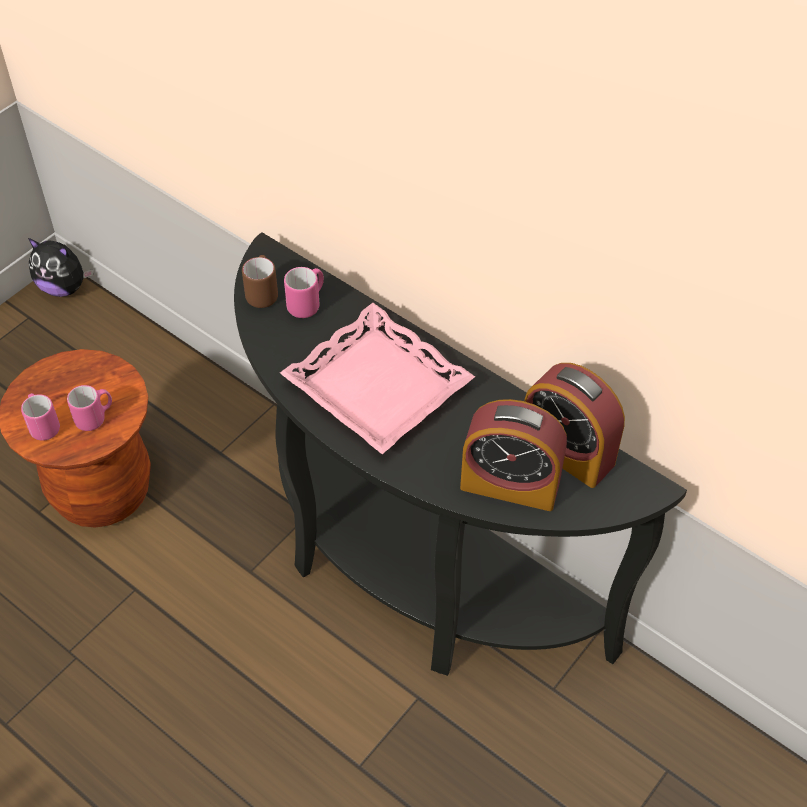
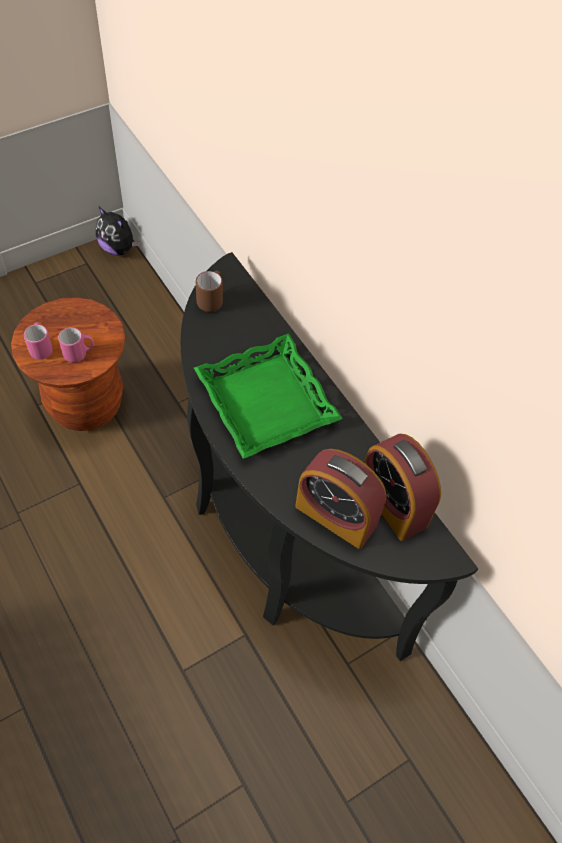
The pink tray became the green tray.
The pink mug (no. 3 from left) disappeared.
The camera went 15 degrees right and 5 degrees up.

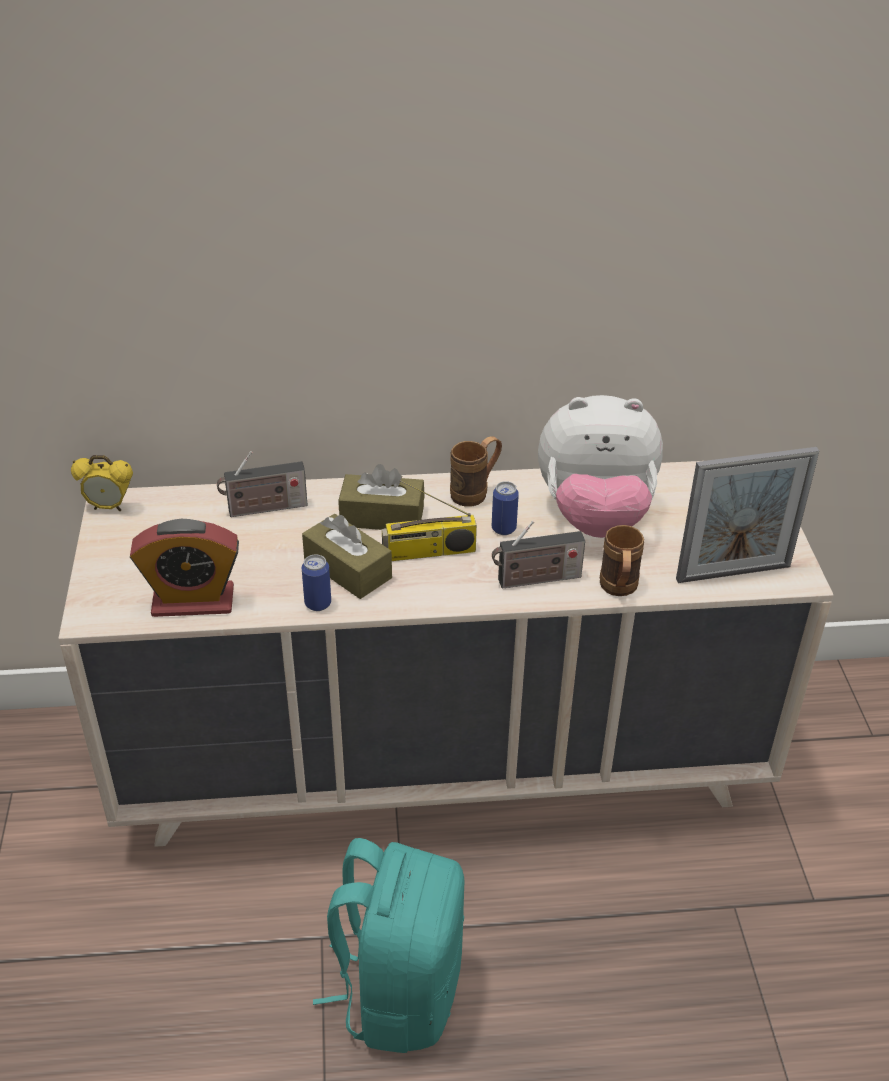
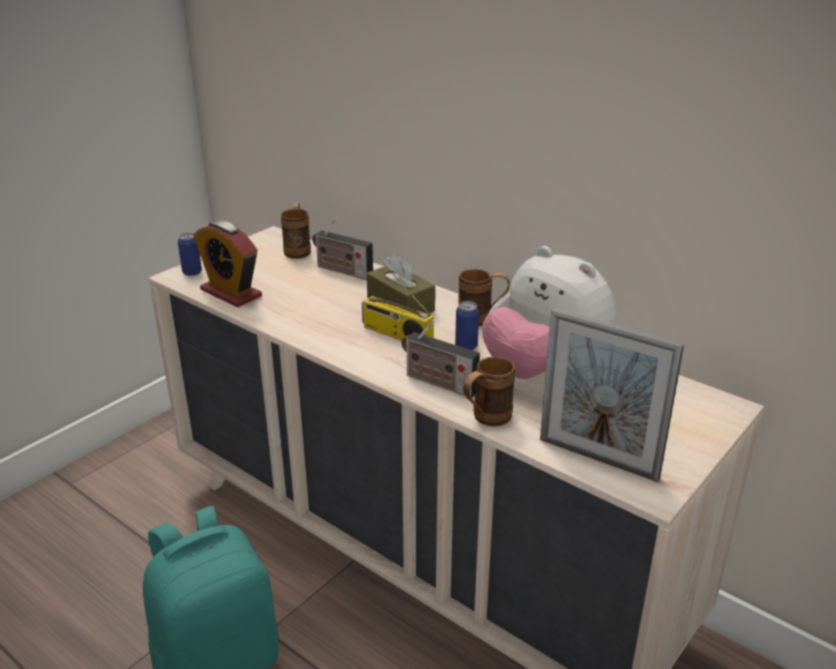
The alarm clock (no. 1 from left) disappeared.
The brown tissue box (no. 1 from left) disappeared.
The can (no. 1 from left) moved.
The brown mug (no. 1 from left) appeared.
The camera went 45 degrees right and 10 degrees down.

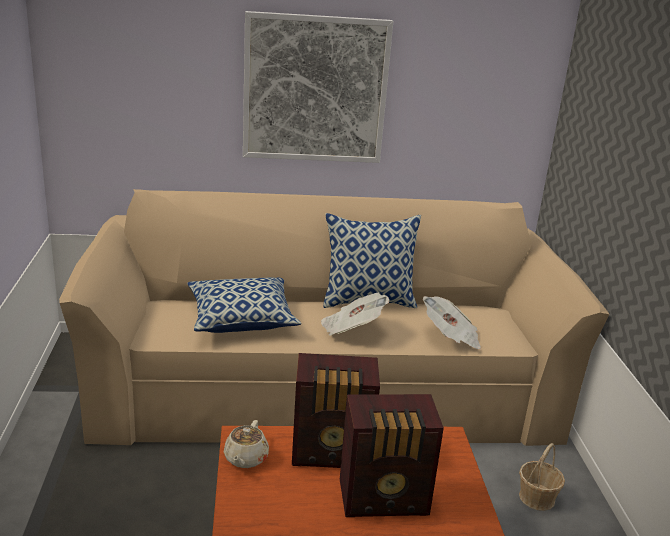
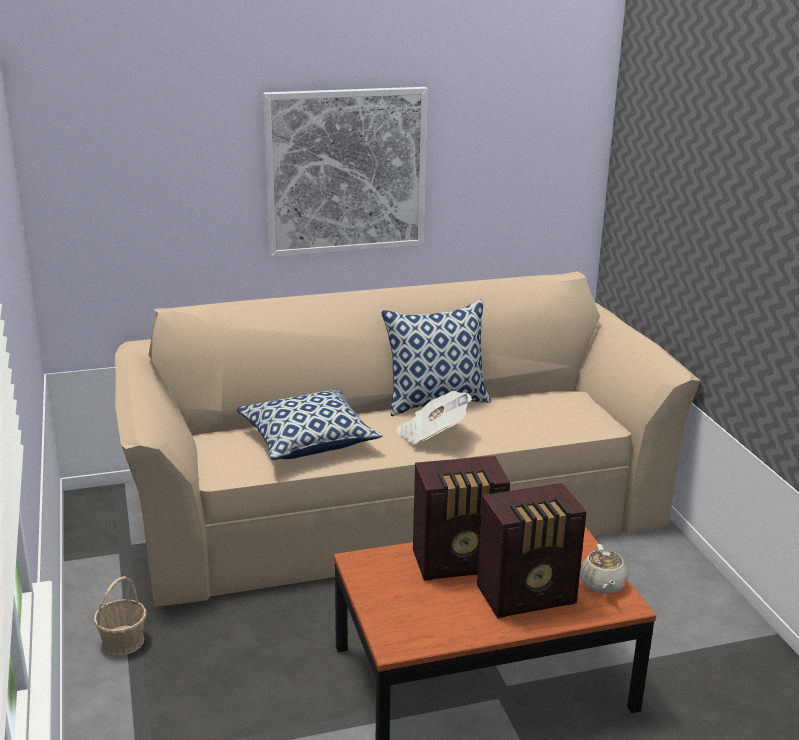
The beige teapot moved.
The newspaper (no. 2 from left) disappeared.
The basket moved.
The camera went 10 degrees left and 0 degrees up.

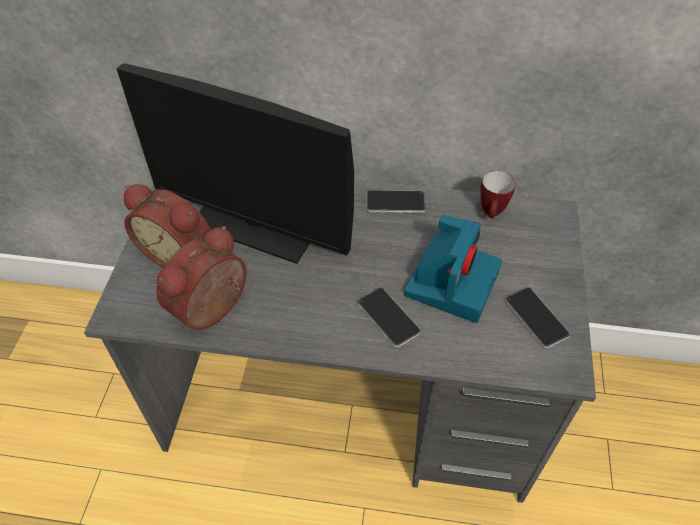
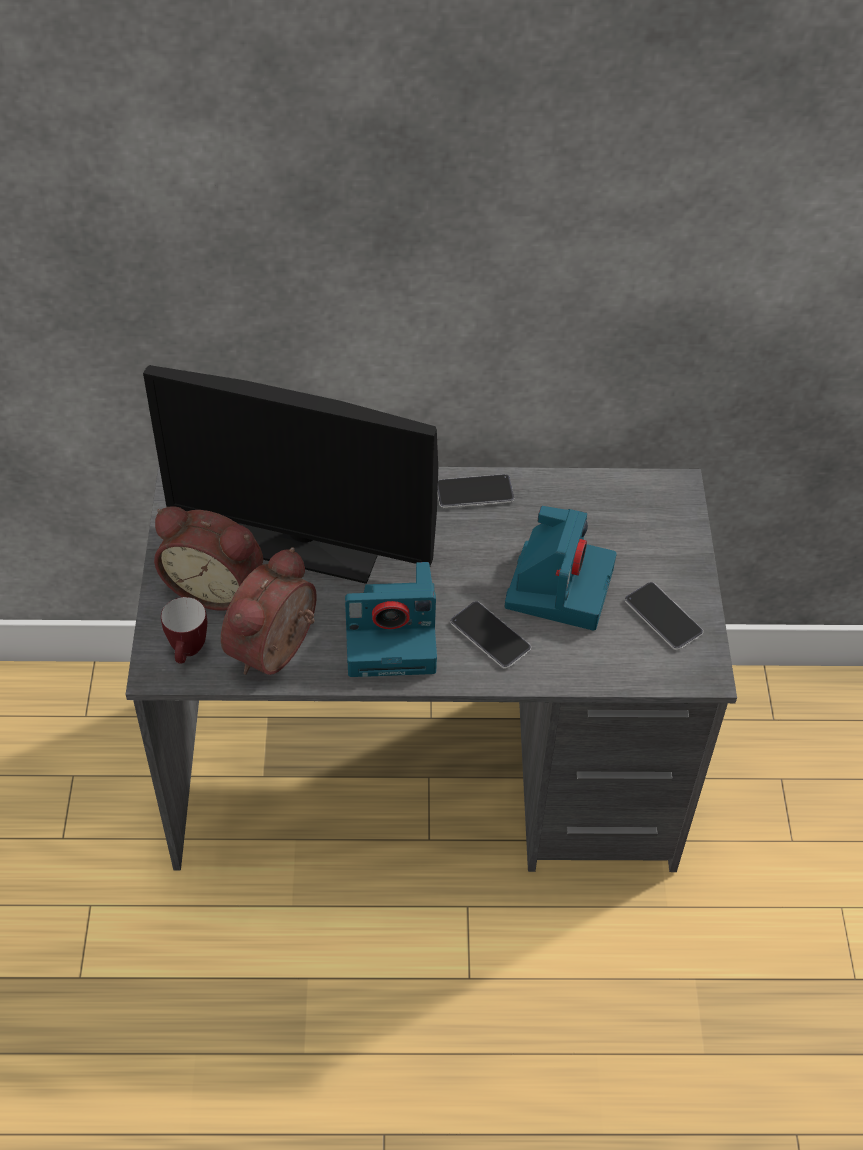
The mug moved.
The photo camera (no. 1 from left) appeared.
The camera went 10 degrees left and 0 degrees up.

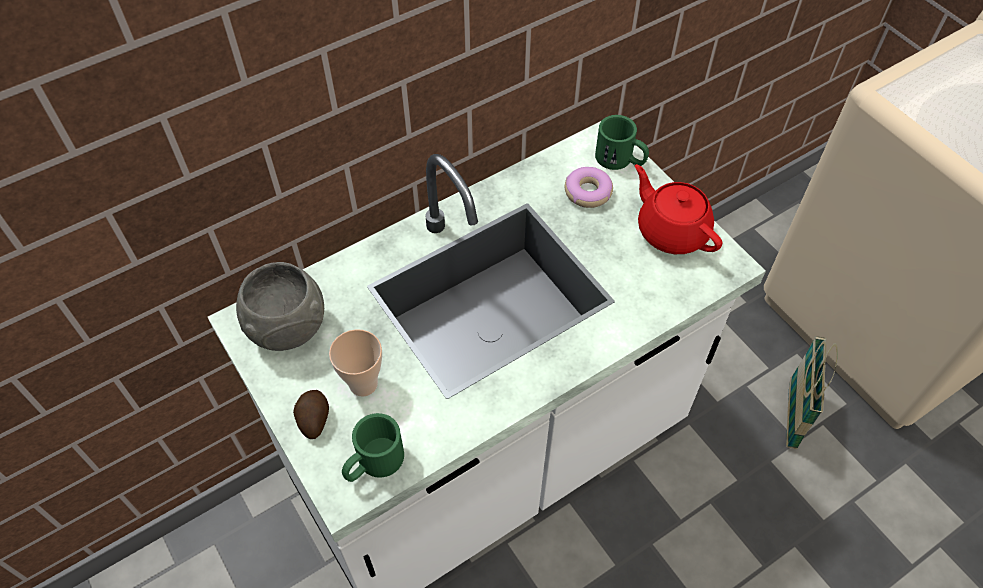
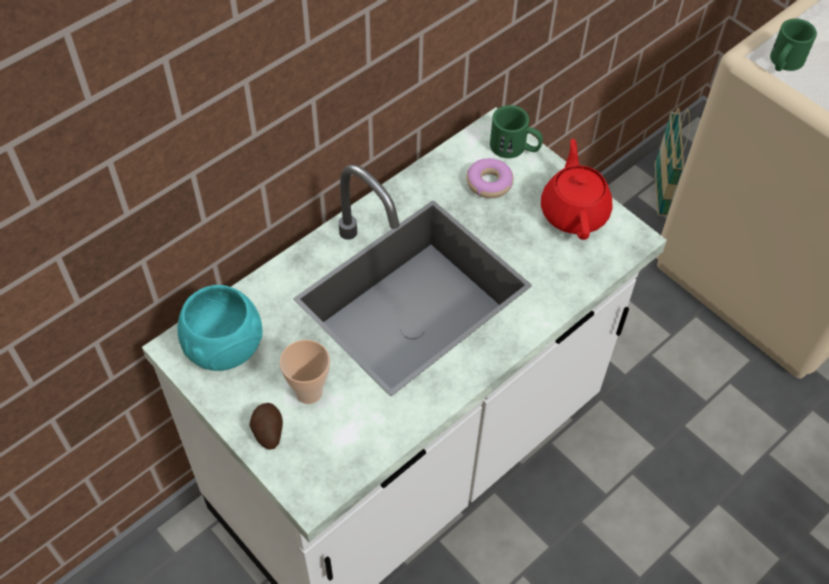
The grey bowl became the turquoise bowl.
The green mug (no. 1 from left in the first image) moved.
The red teapot turned 45 degrees clockwise.
The basket moved.
The camera went 10 degrees left and 0 degrees up.

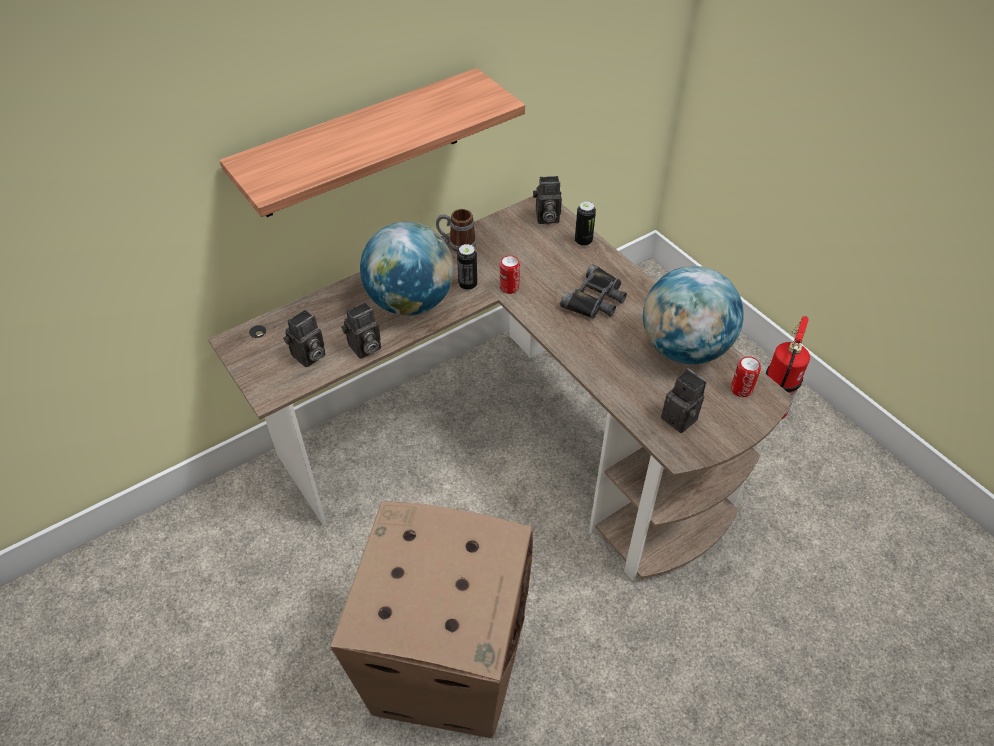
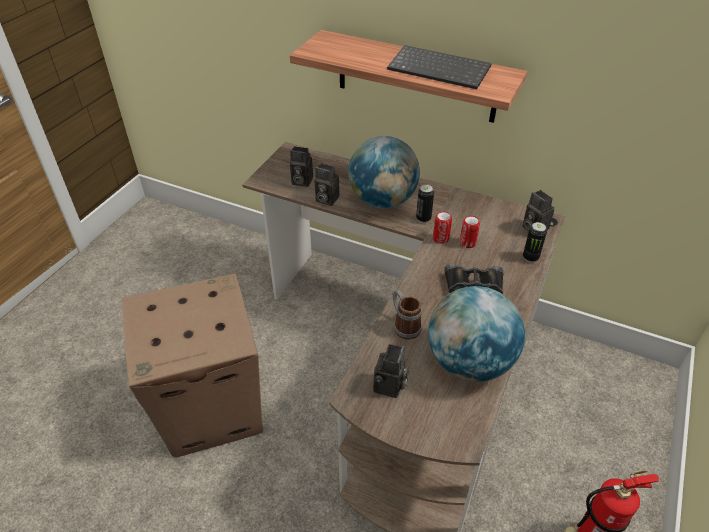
The mug moved.
The can (no. 4 from left in the first image) moved.
The keyboard appeared.
The camera went 60 degrees right and 5 degrees down.

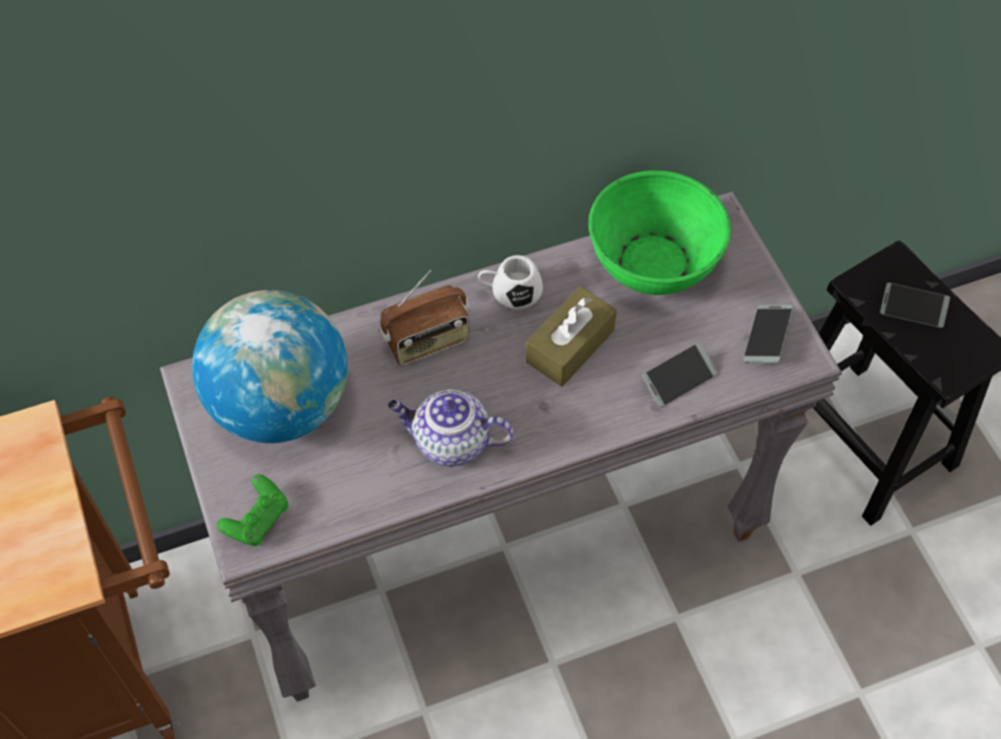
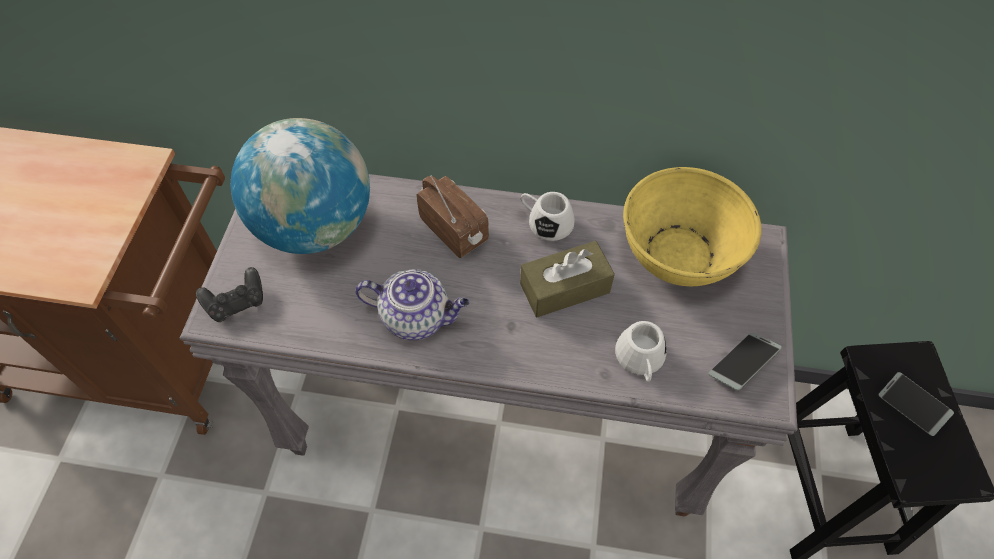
The green game controller became the black game controller.
The radio turned 135 degrees counterclockwise.
The teapot turned 150 degrees clockwise.
The green bowl became the yellow bowl.
The phone (no. 1 from left) was replaced by the white mug (no. 2 from left).
The camera went 30 degrees right and 0 degrees up.

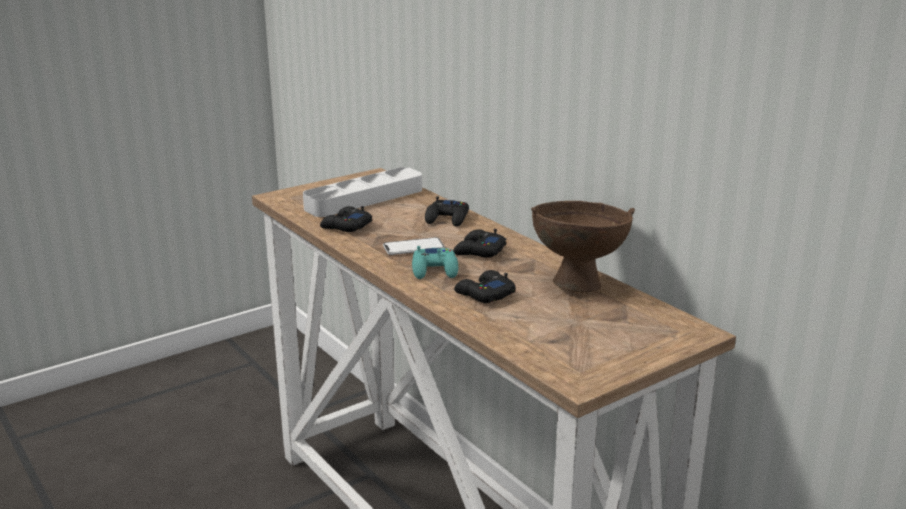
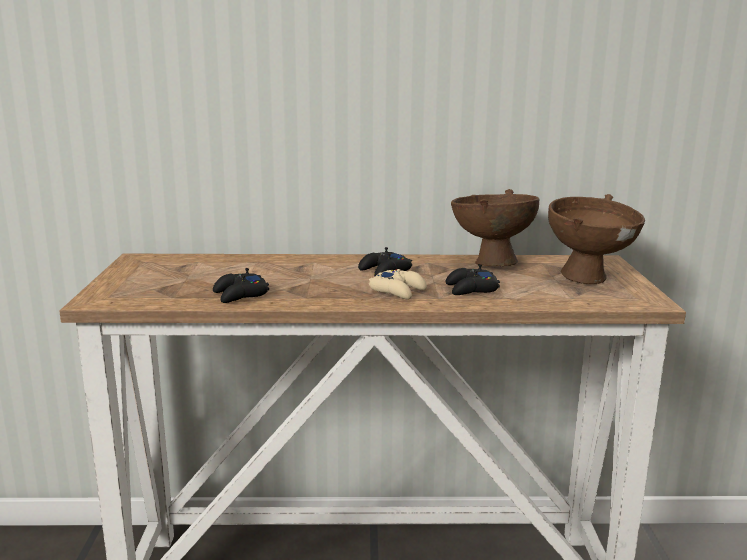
The grey tray disappeared.
The phone disappeared.
The turquoise game controller became the beige game controller.
The black game controller (no. 2 from left) disappeared.
The brown bowl (no. 2 from left) appeared.
The camera went 55 degrees left and 5 degrees down.

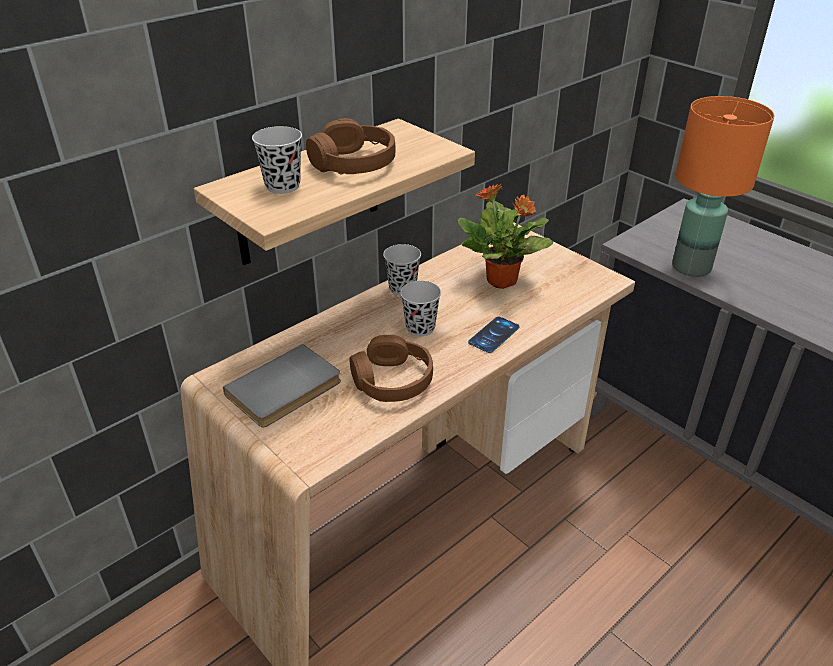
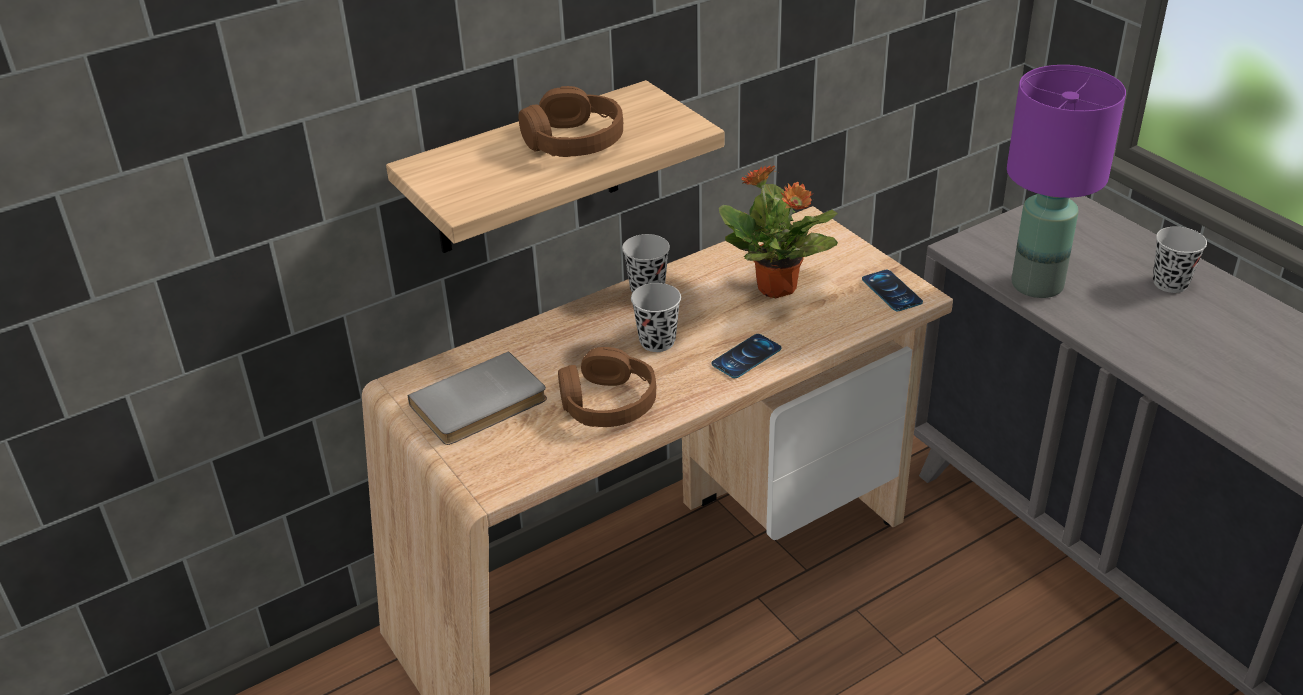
The black cup (no. 1 from left in the first image) moved.
The orange table lamp became the purple table lamp.
The phone (no. 2 from left) appeared.
The camera went 10 degrees right and 0 degrees up.

